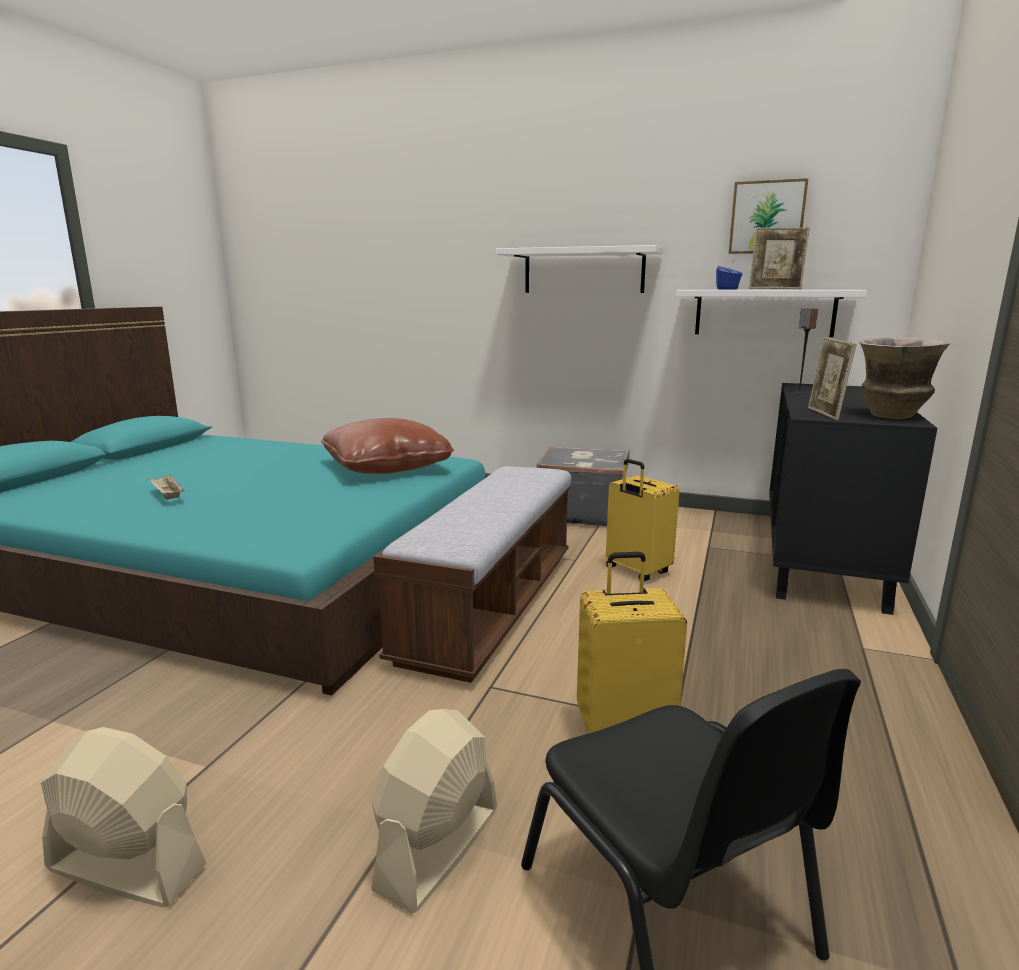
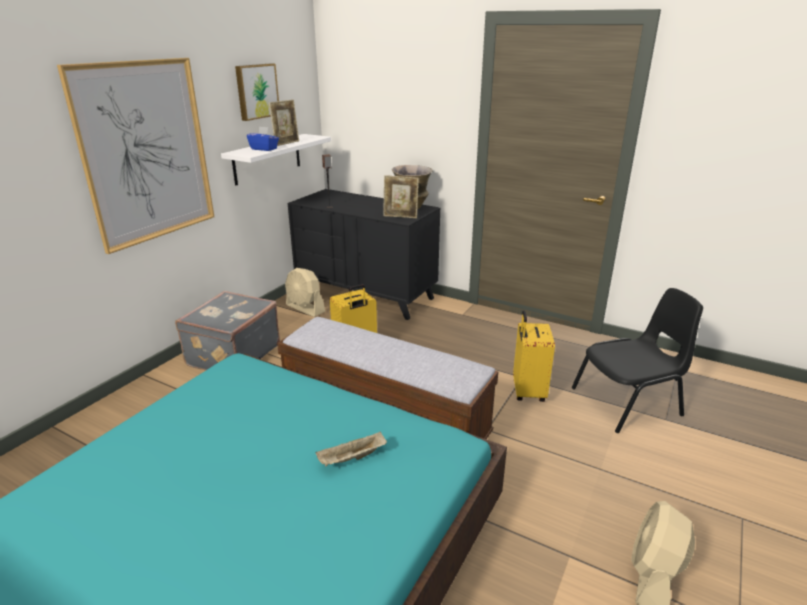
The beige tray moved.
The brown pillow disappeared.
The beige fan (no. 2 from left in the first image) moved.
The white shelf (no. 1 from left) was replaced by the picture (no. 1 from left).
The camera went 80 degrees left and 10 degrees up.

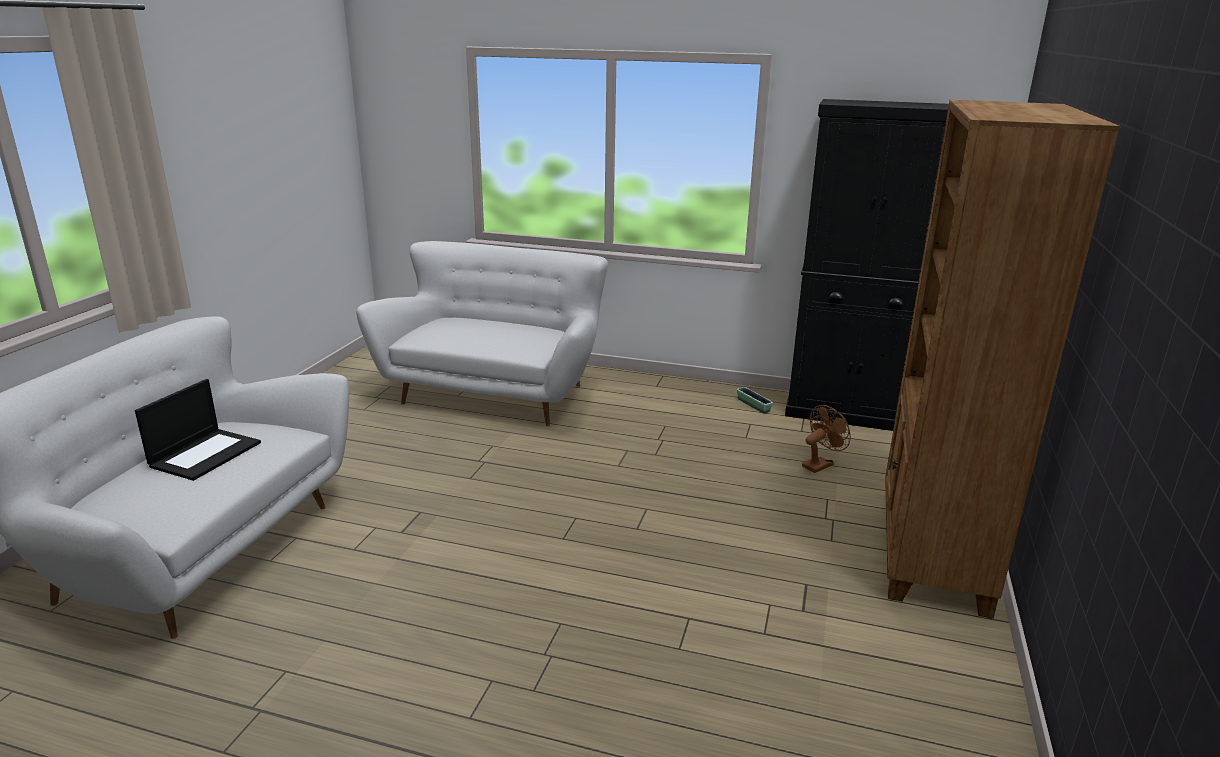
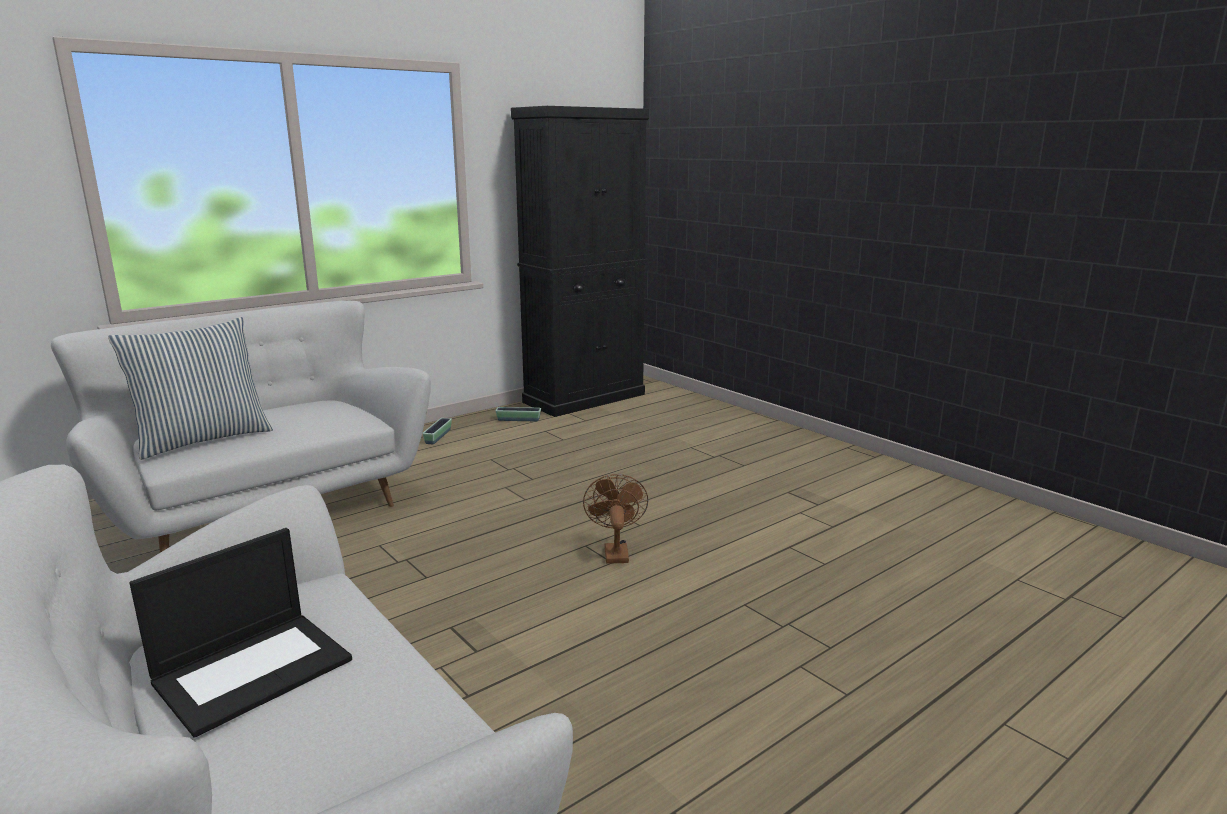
The laptop turned 75 degrees clockwise.
The brown fan moved.
The brown bookcase disappeared.
The pillow appeared.
The planter (no. 1 from left) appeared.
The camera went 55 degrees left and 5 degrees down.

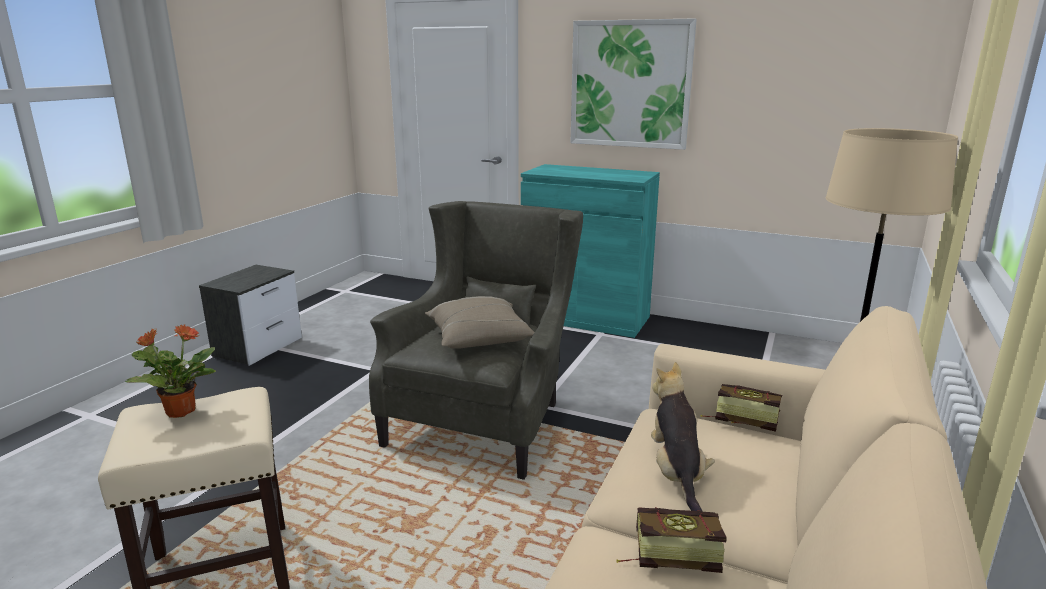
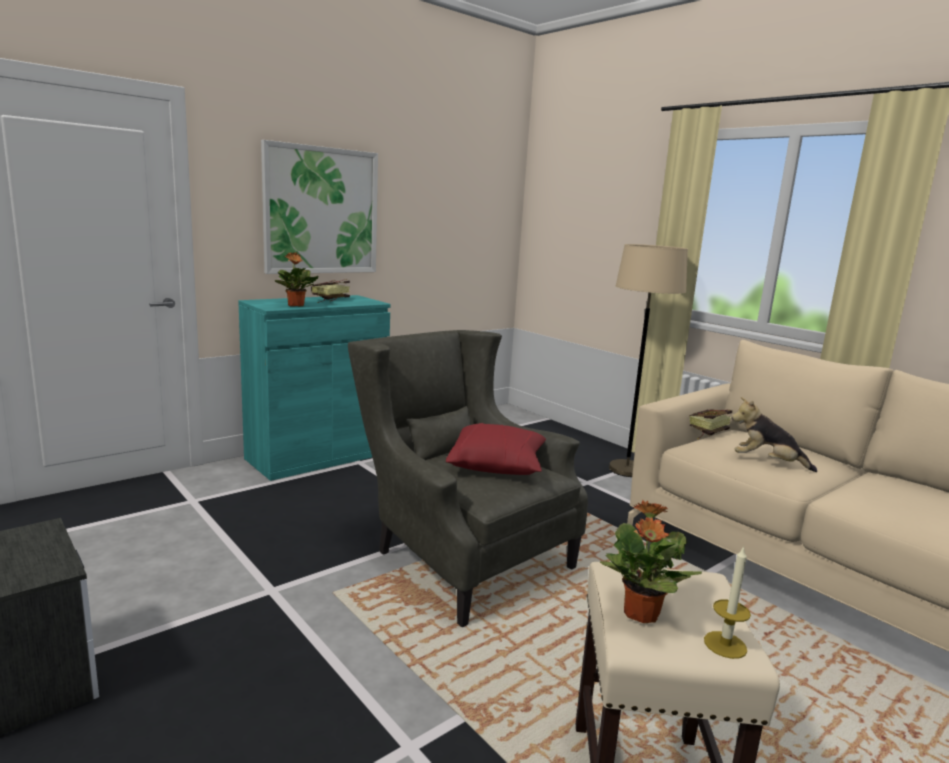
The beige pillow became the red pillow.
The book (no. 1 from left) moved.
The potted plant (no. 1 from left) appeared.
The candle appeared.
The camera went 65 degrees left and 5 degrees down.

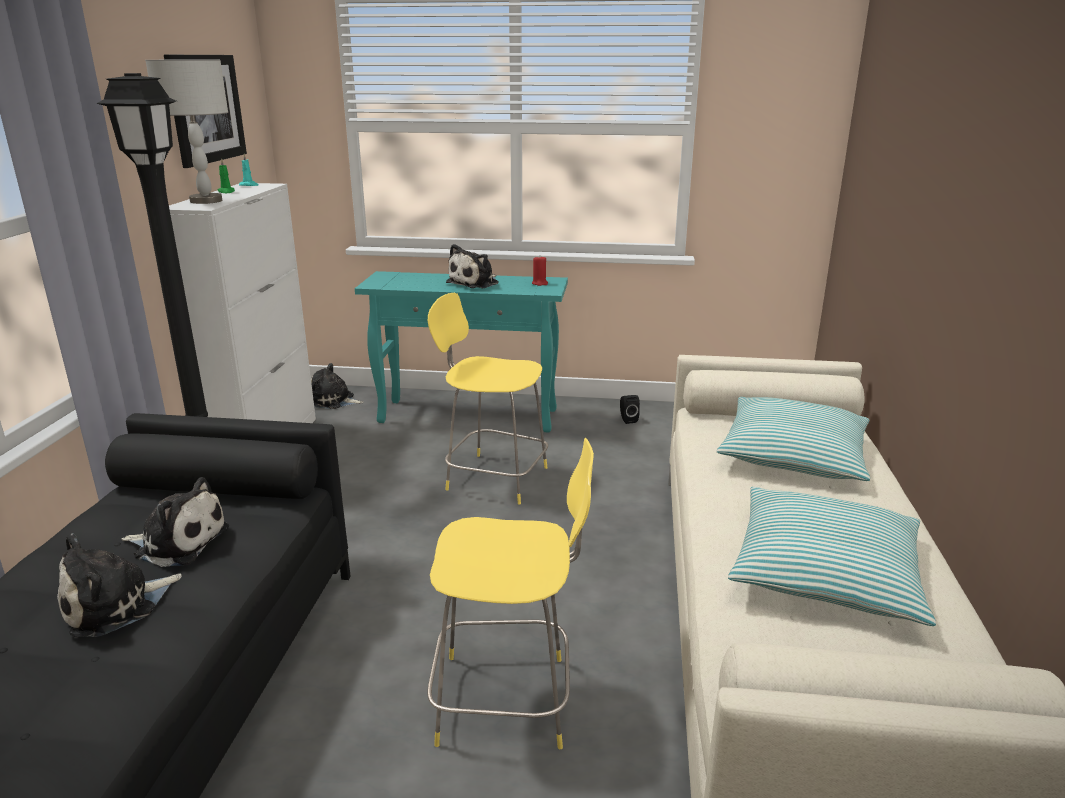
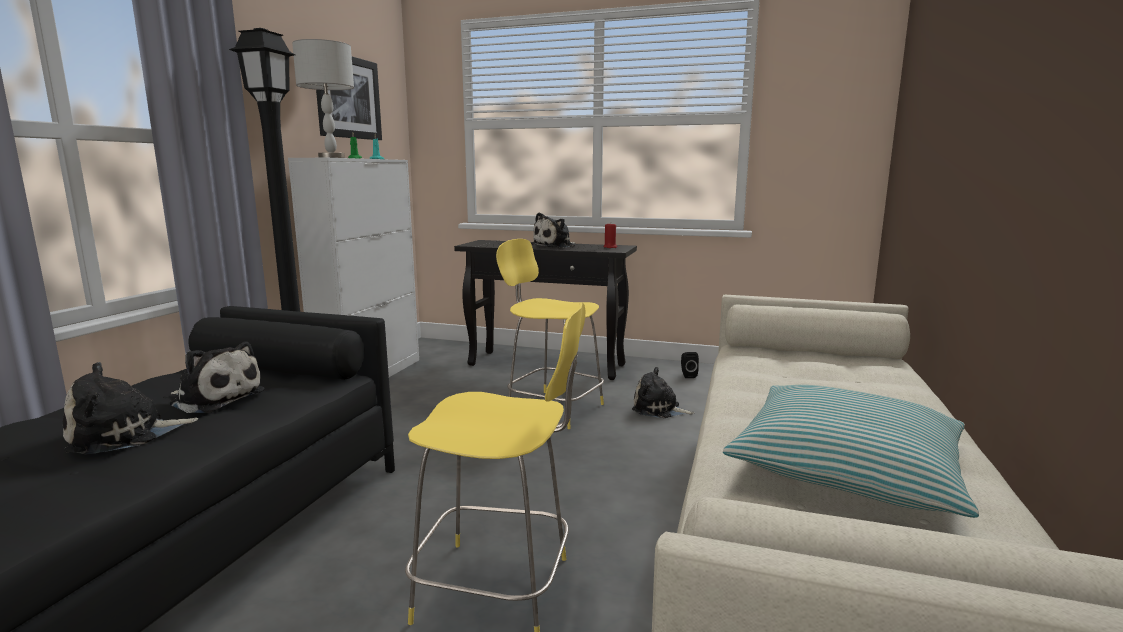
The plush toy (no. 3 from left in the first image) moved.
The turquoise console table became the black console table.
The pillow (no. 1 from left) disappeared.
The camera went 10 degrees right and 10 degrees down.

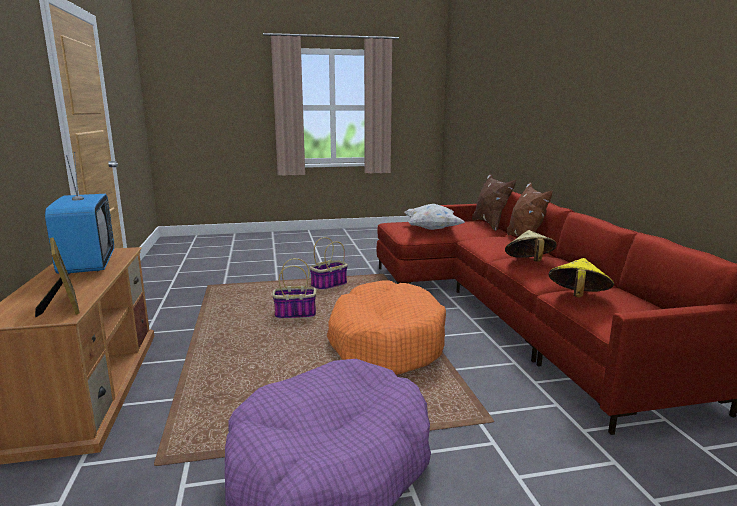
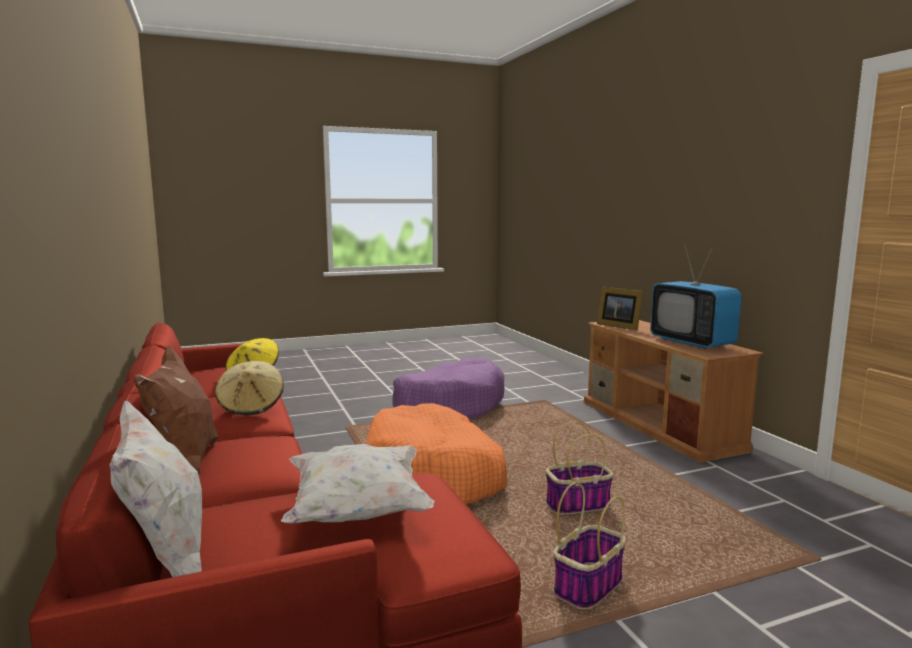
The brown pillow (no. 1 from left) became the white pillow (no. 1 from left).
The camera went 170 degrees right and 5 degrees down.

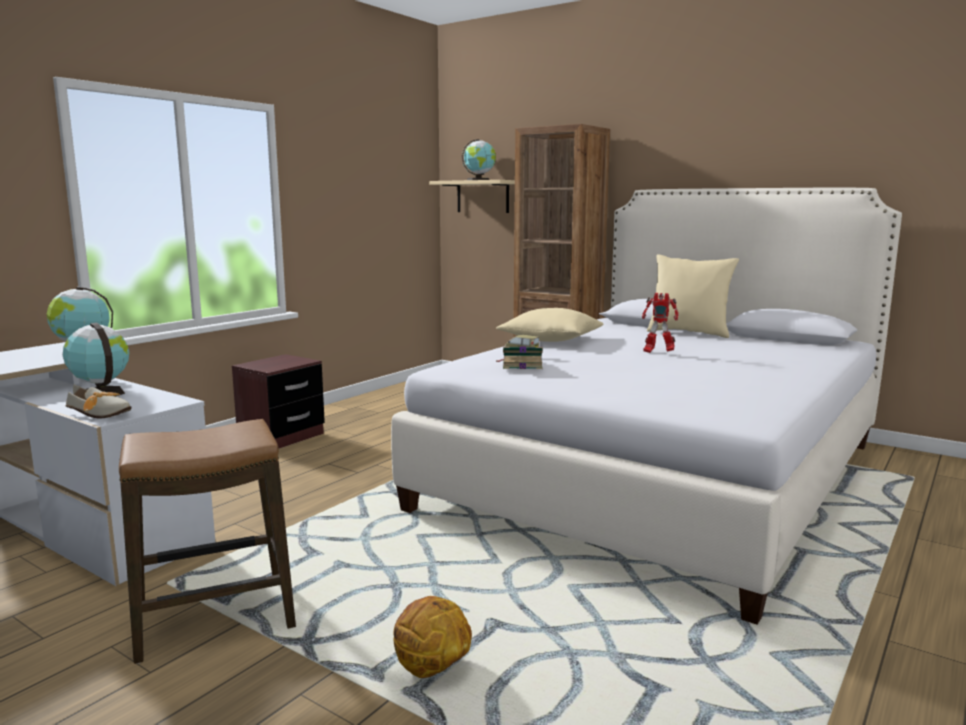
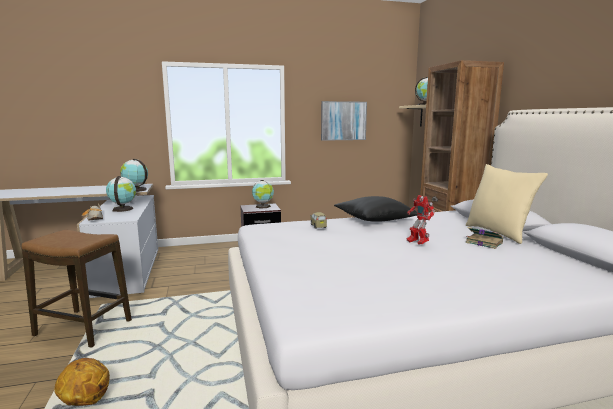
The beige pillow (no. 1 from left) became the black pillow.
The book moved.
The globe (no. 3 from left) appeared.
The picture appeared.
The camera went 40 degrees right and 0 degrees up.

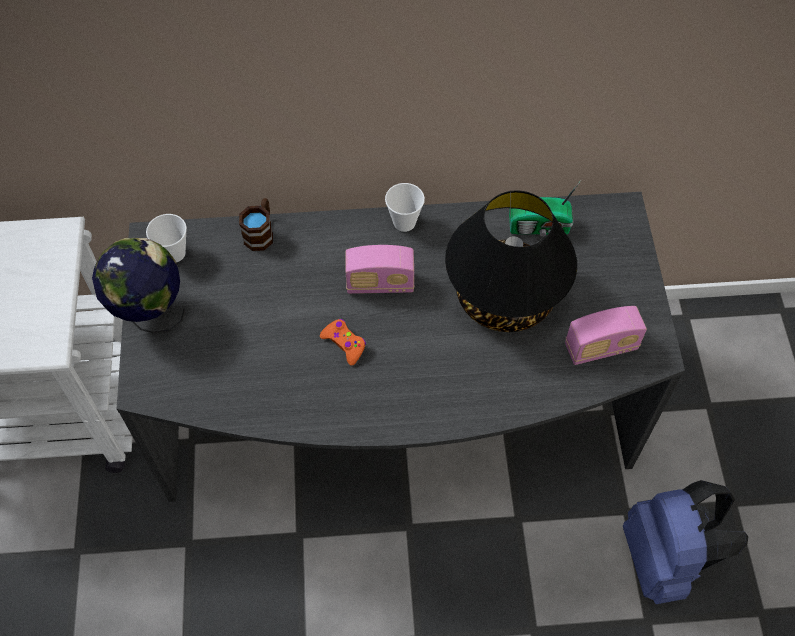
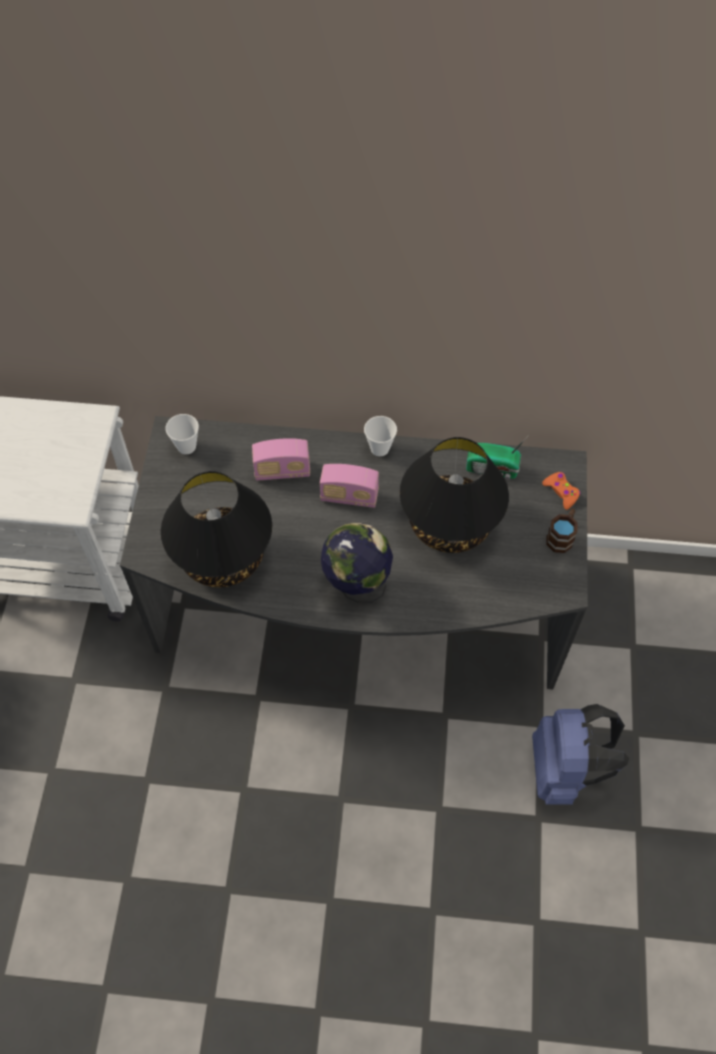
The globe moved.
The brown mug moved.
The orange game controller moved.
The radio (no. 3 from left in the first image) moved.
The black table lamp (no. 1 from left) appeared.
The camera went 10 degrees right and 0 degrees up.

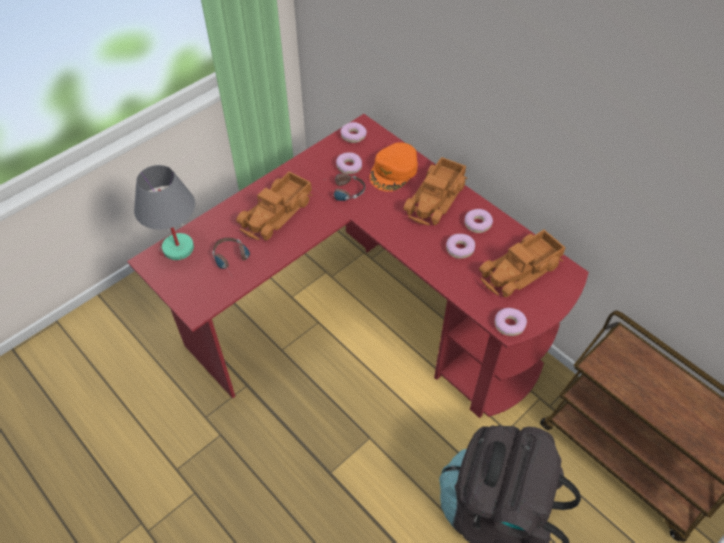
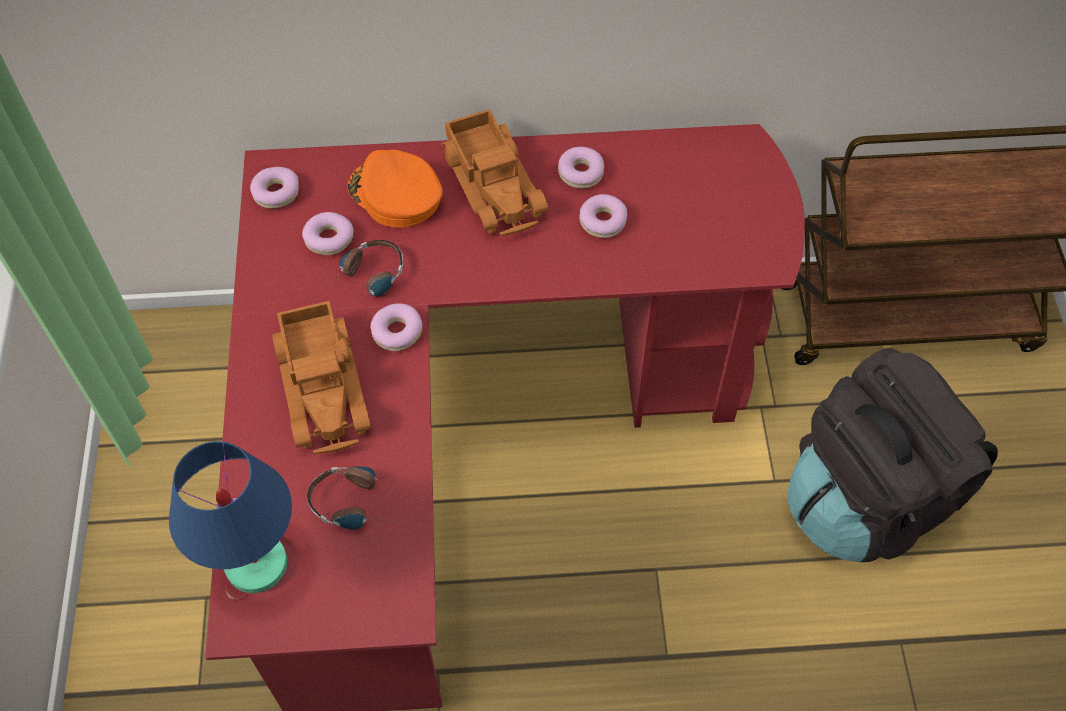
The grey table lamp became the blue table lamp.
The orange cap turned 150 degrees clockwise.
The toy truck (no. 3 from left) disappeared.
The donut (no. 5 from left in the first image) moved.
The camera went 50 degrees left and 5 degrees up.

